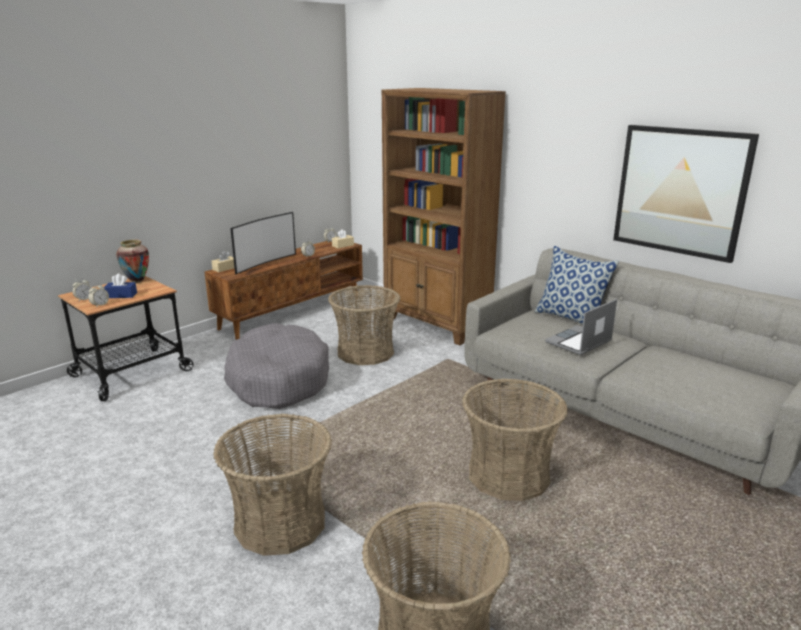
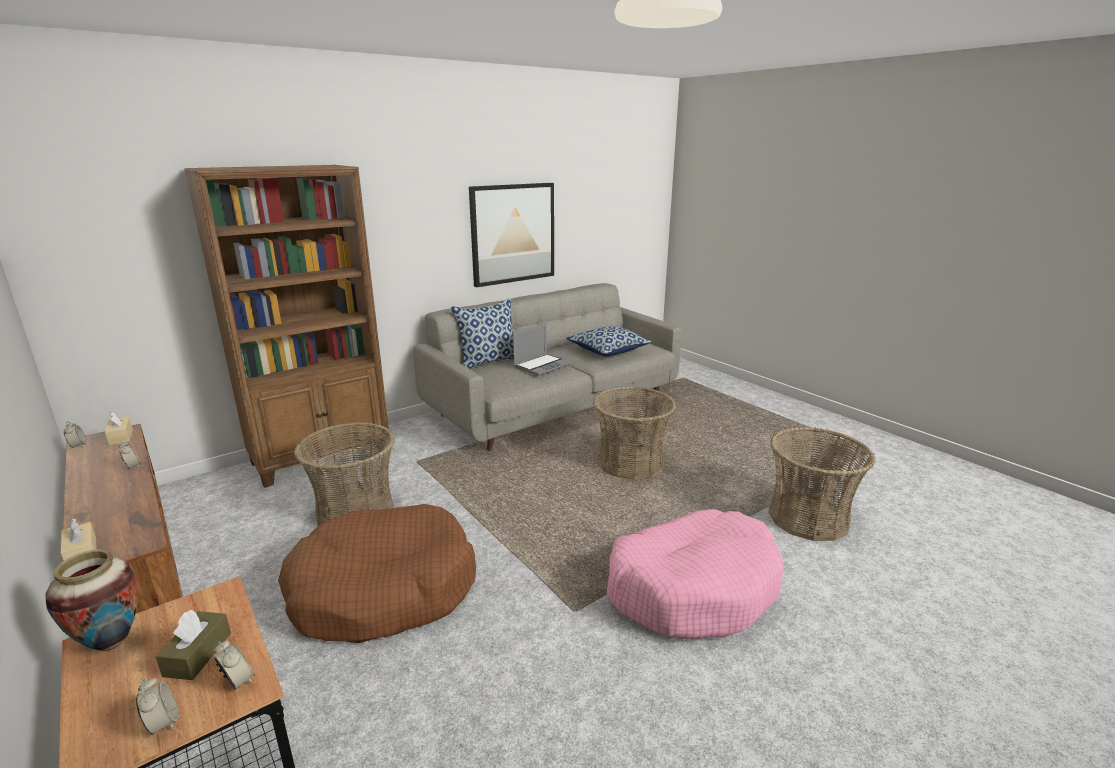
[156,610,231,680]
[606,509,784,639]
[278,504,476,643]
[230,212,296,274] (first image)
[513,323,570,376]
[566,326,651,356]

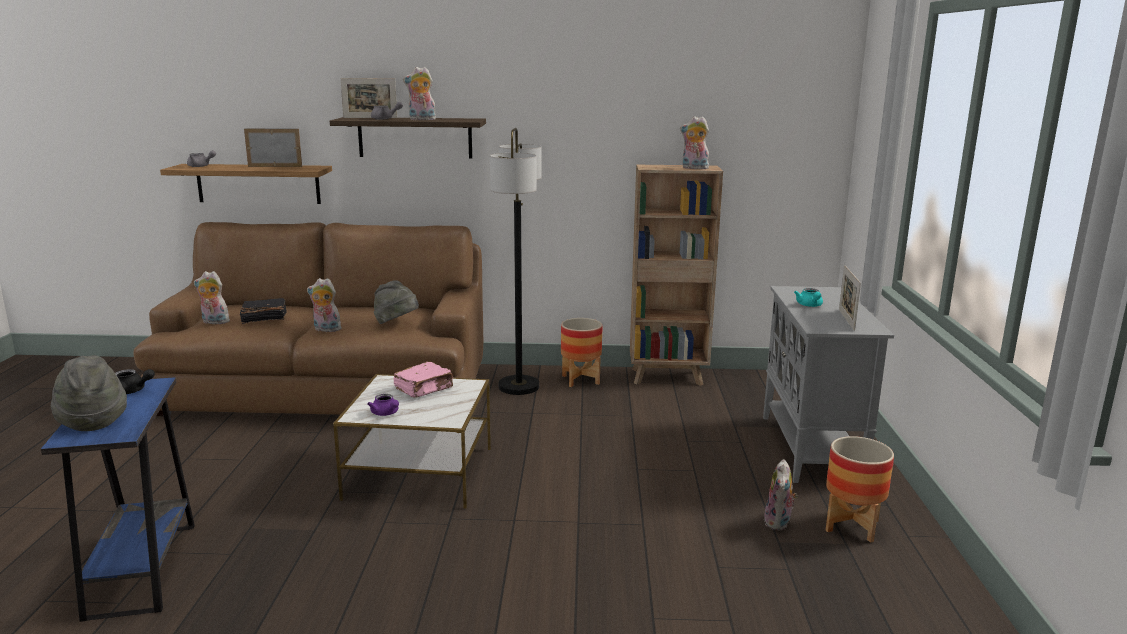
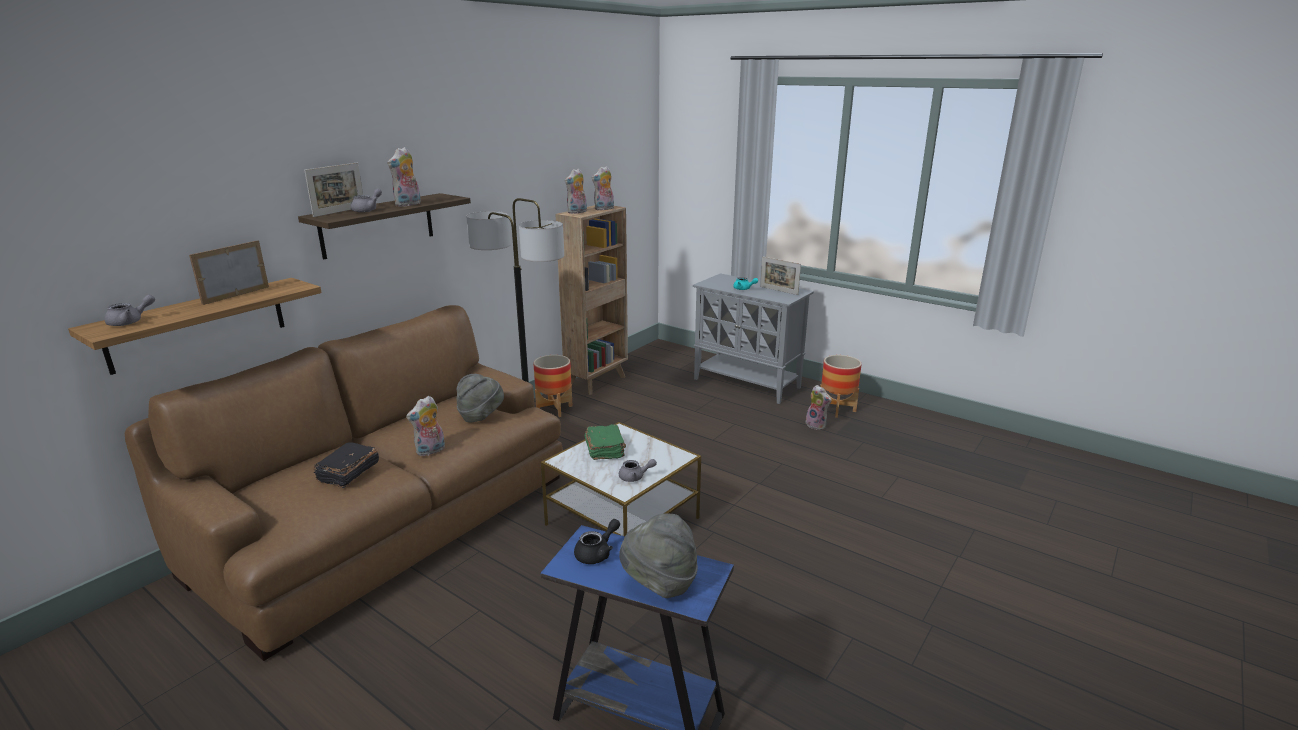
[565,168,587,214]
[619,459,657,482]
[585,424,626,460]

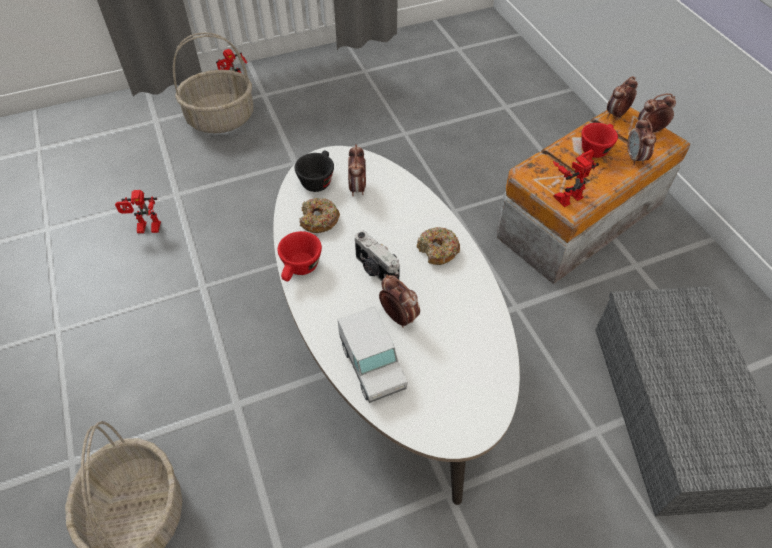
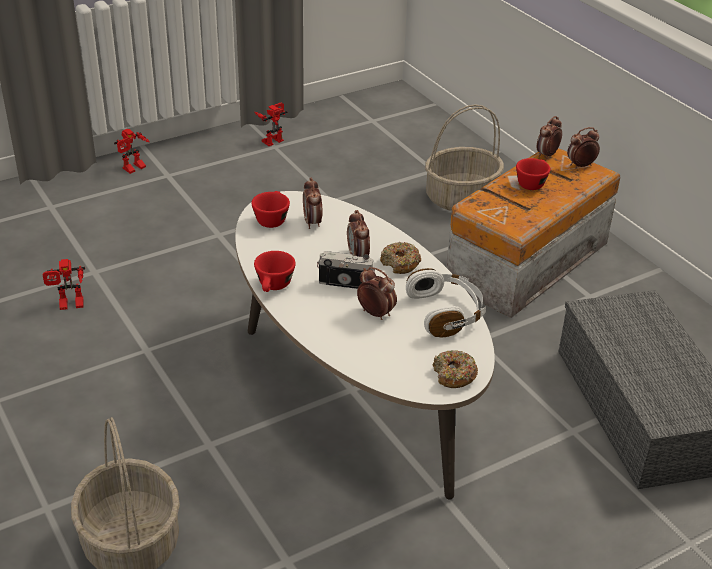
[425,104,504,211]
[251,191,290,228]
[433,350,478,388]
[338,306,407,403] (first image)
[317,251,375,289]
[254,102,288,146]
[347,210,370,257]
[406,268,486,338]

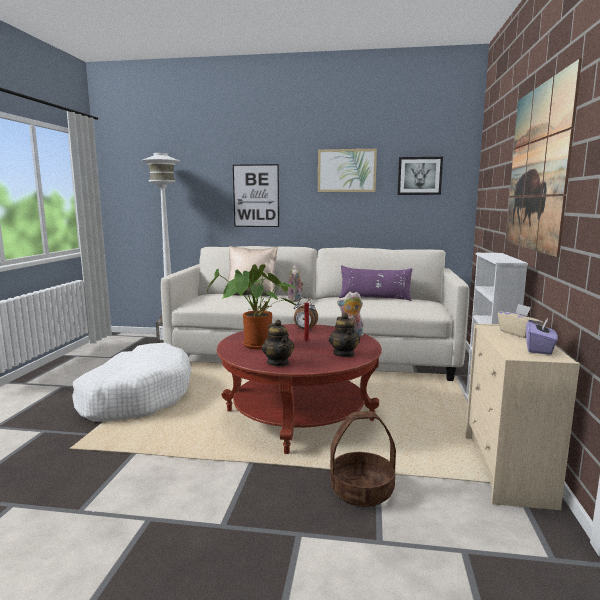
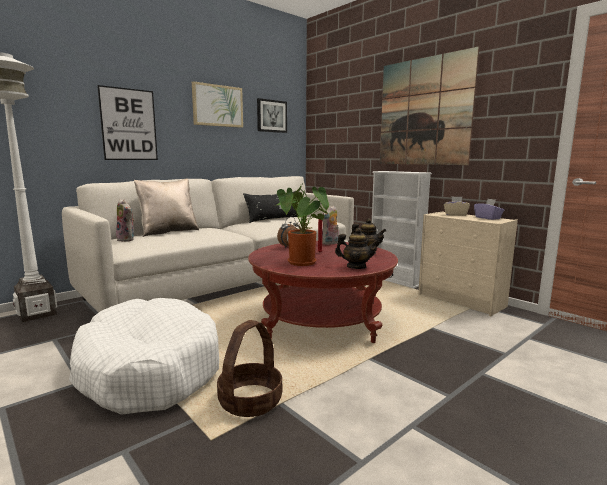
[116,199,134,242]
[217,320,282,417]
[243,191,299,223]

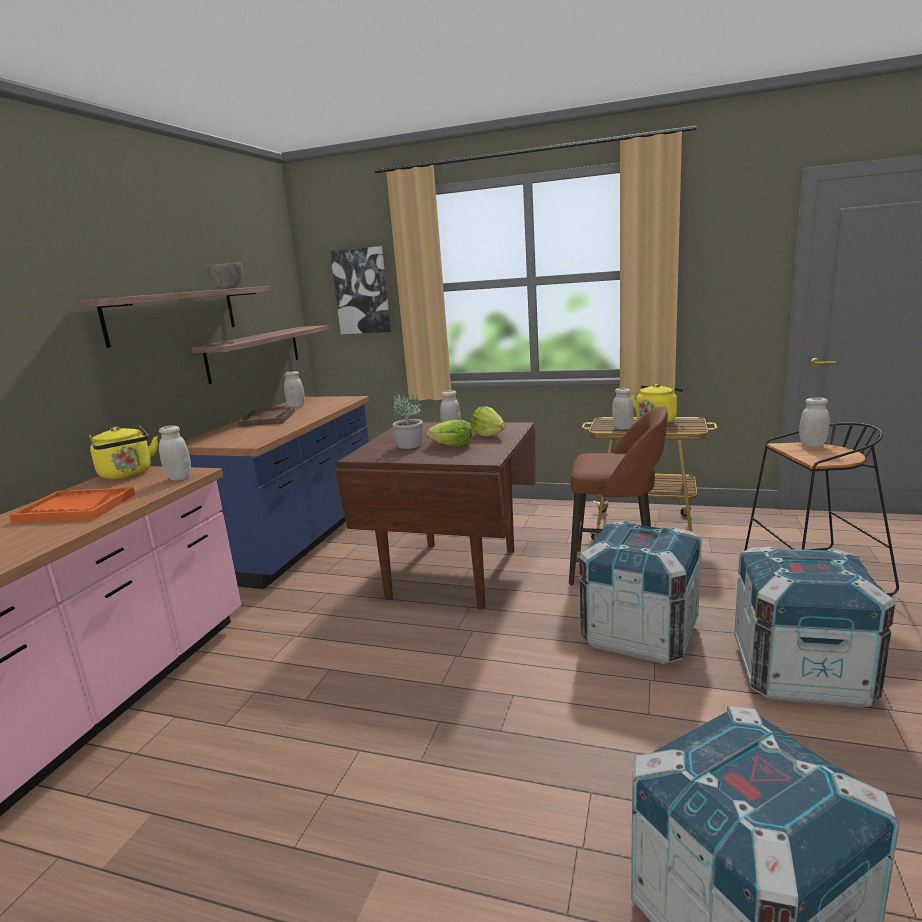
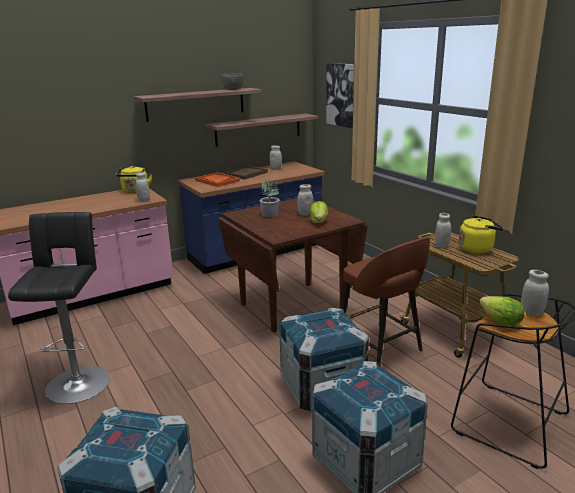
[195,172,240,187]
[479,296,524,326]
[8,212,110,404]

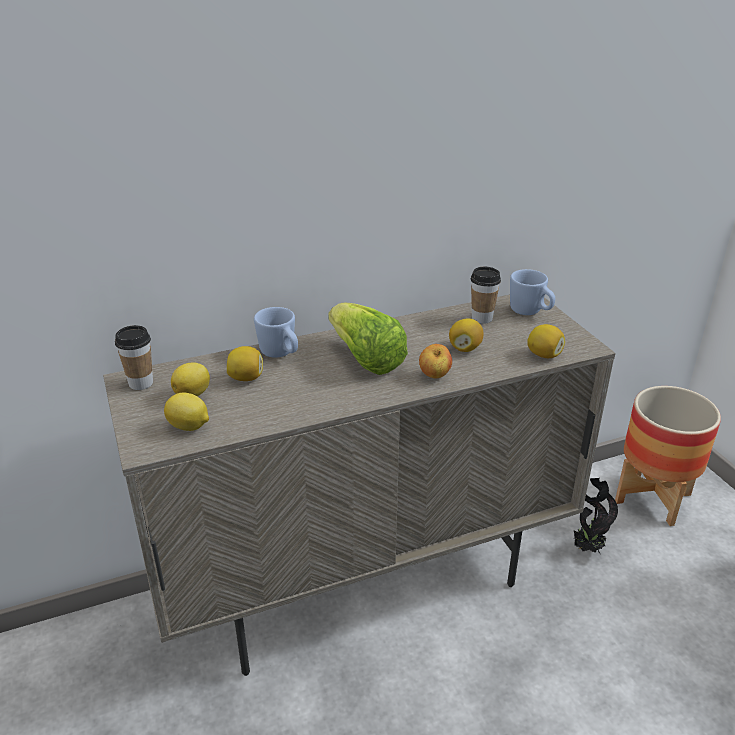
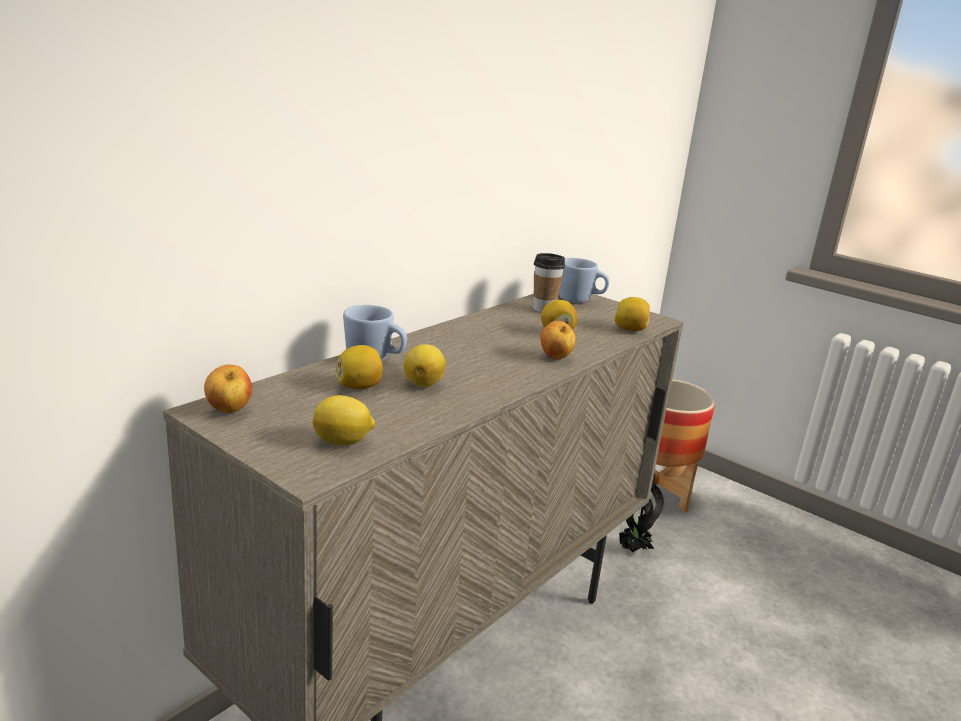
[204,364,252,413]
[403,344,445,387]
[328,302,408,375] (first image)

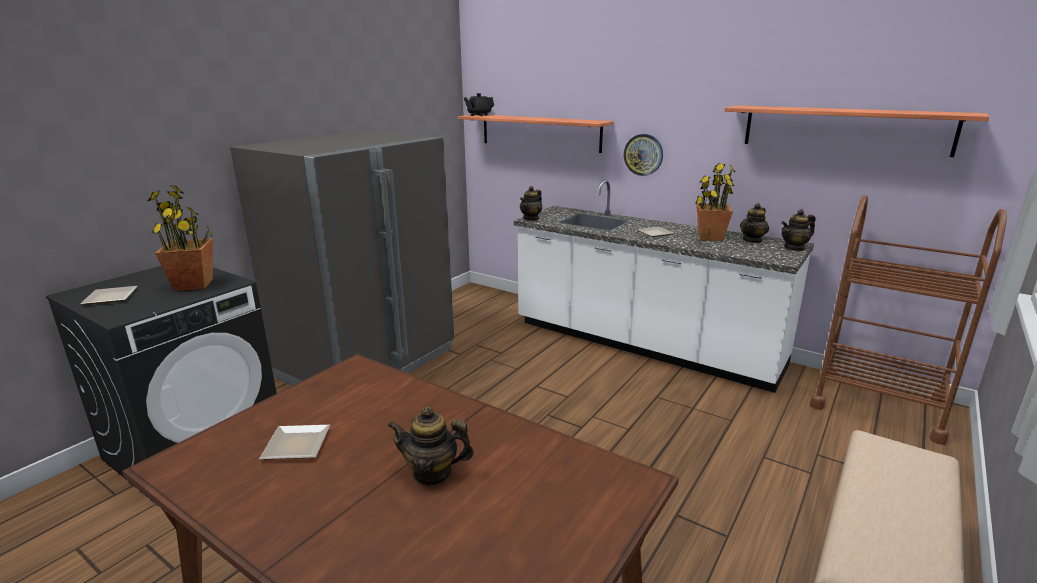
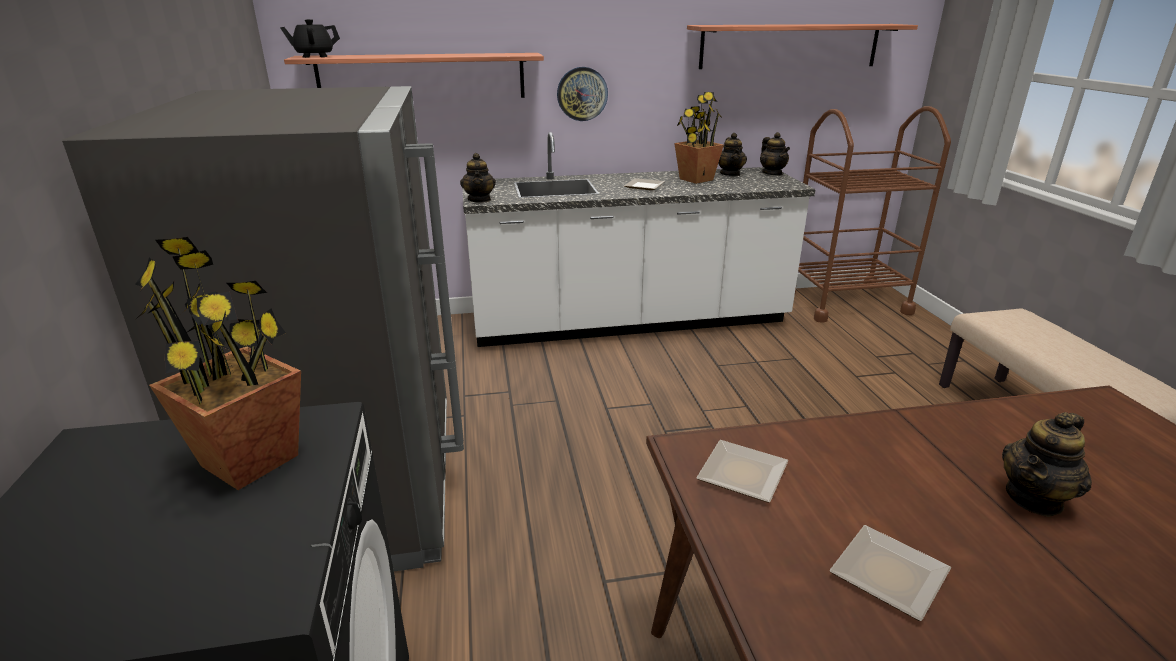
[696,440,789,503]
[760,132,790,175]

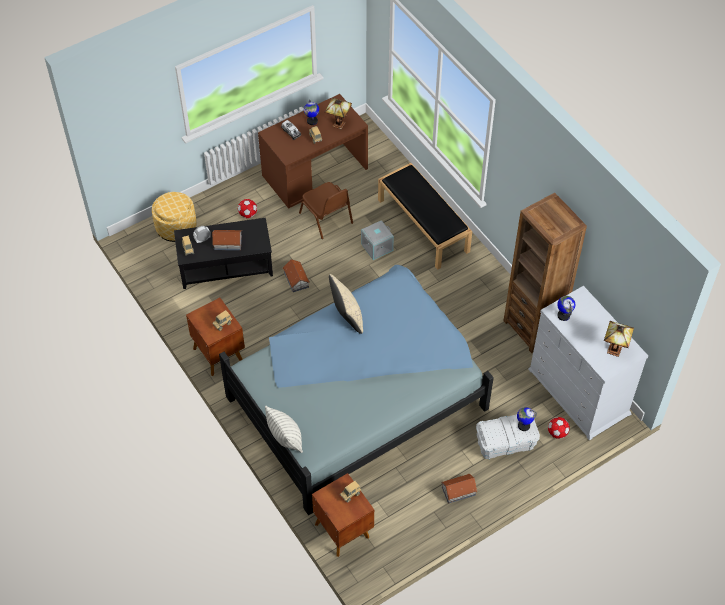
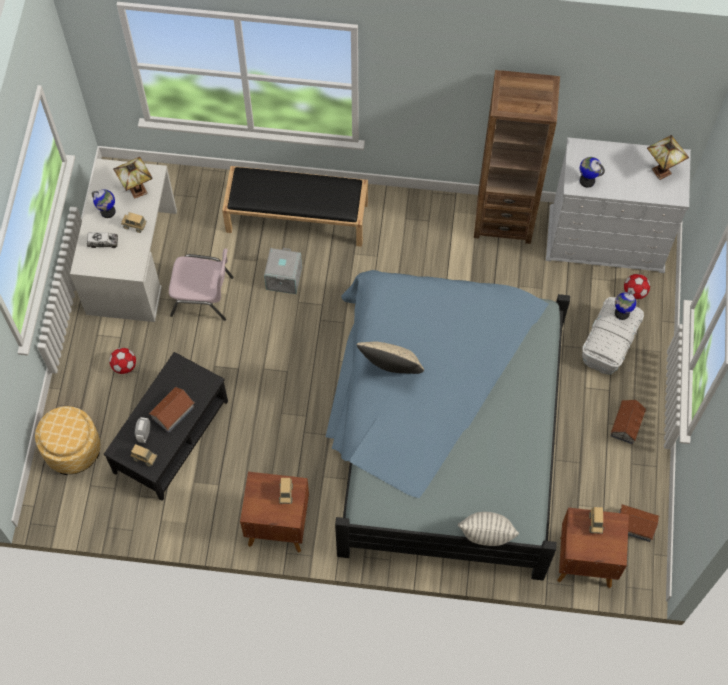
[70,159,177,322]
[619,504,659,542]
[169,248,234,321]

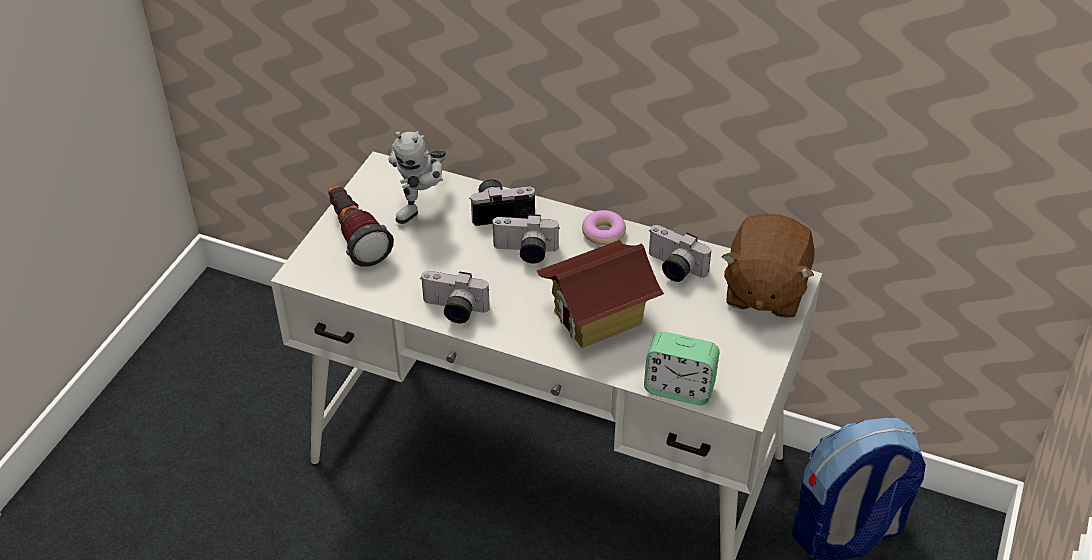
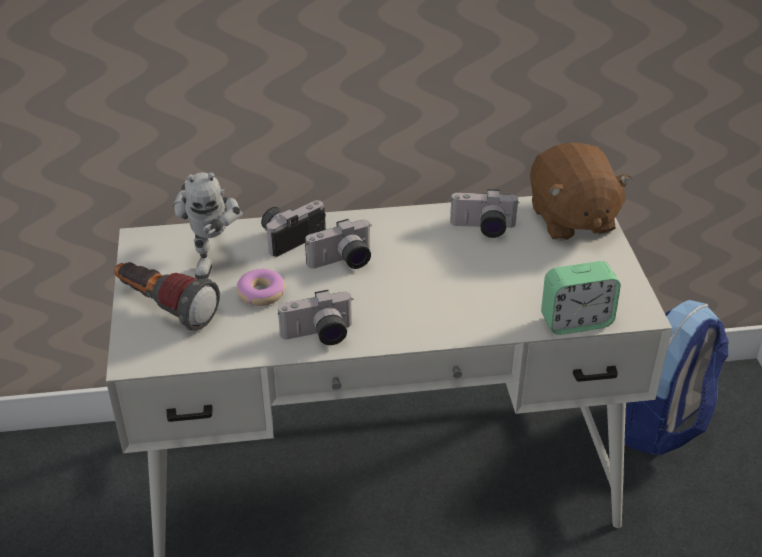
[537,240,664,348] (first image)
[237,269,285,306]

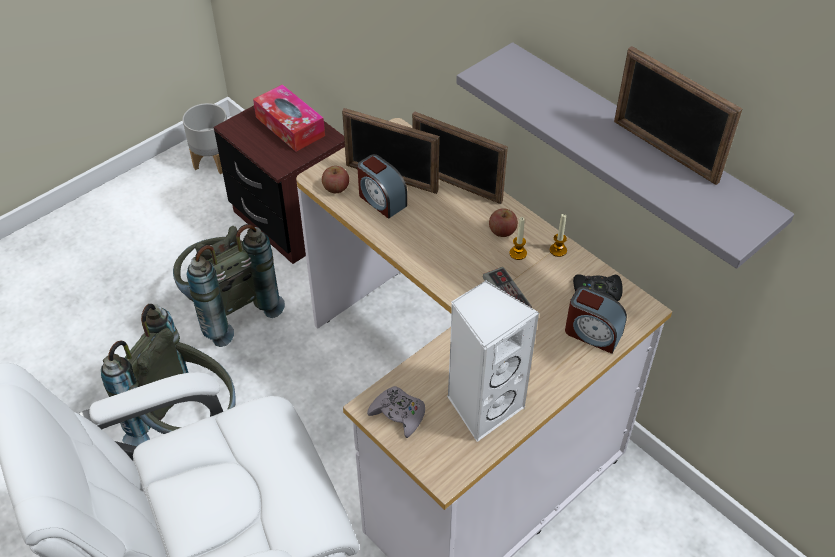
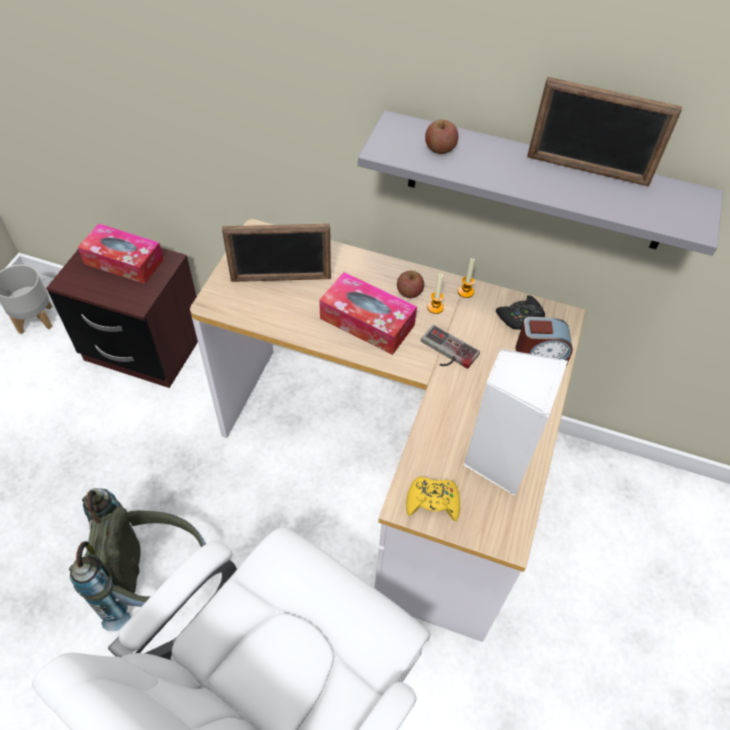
[173,224,285,347] (first image)
[425,120,458,154]
[357,154,407,219] (first image)
[406,477,460,521]
[412,111,508,204] (first image)
[319,272,417,355]

